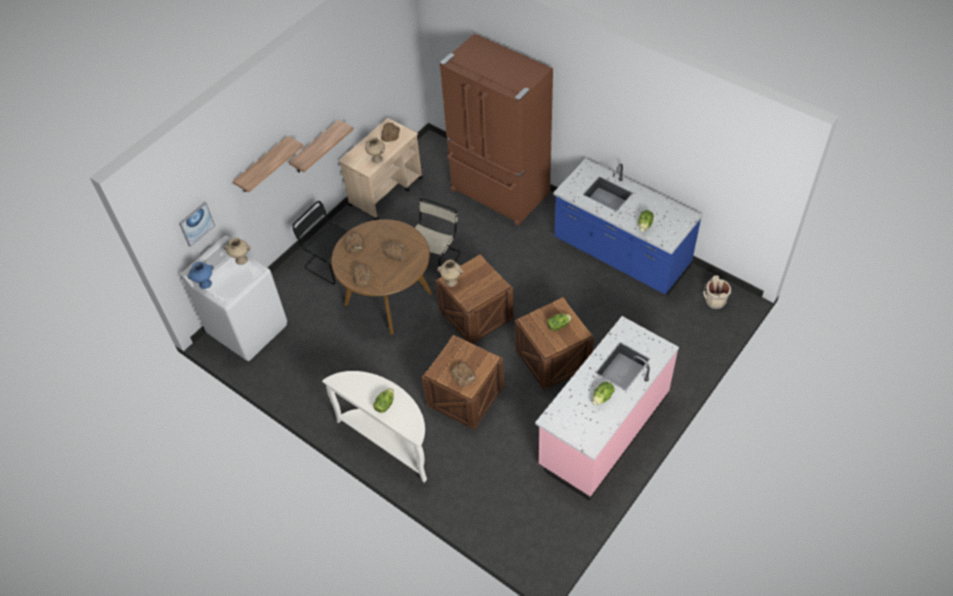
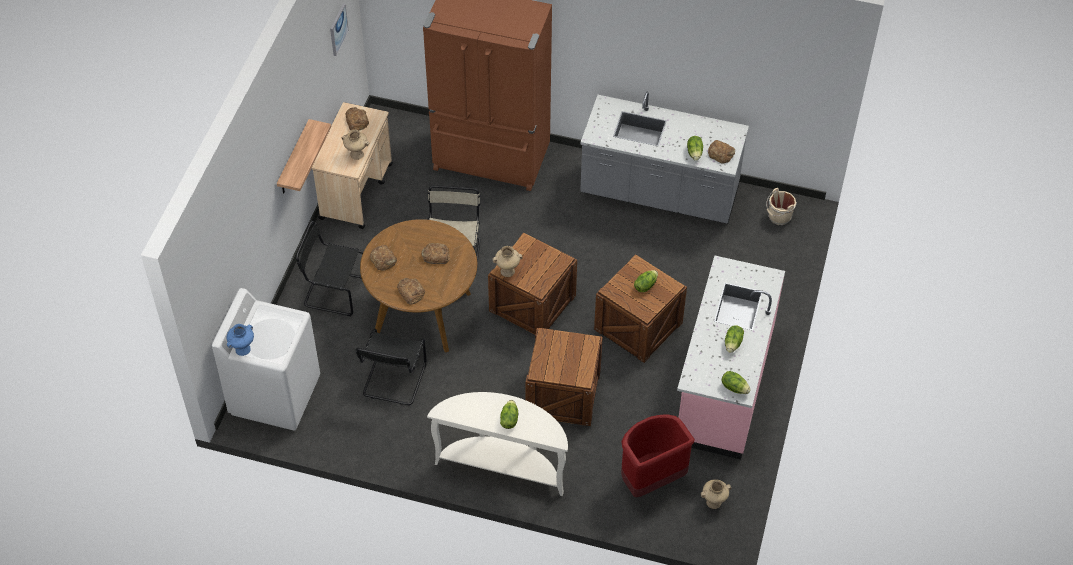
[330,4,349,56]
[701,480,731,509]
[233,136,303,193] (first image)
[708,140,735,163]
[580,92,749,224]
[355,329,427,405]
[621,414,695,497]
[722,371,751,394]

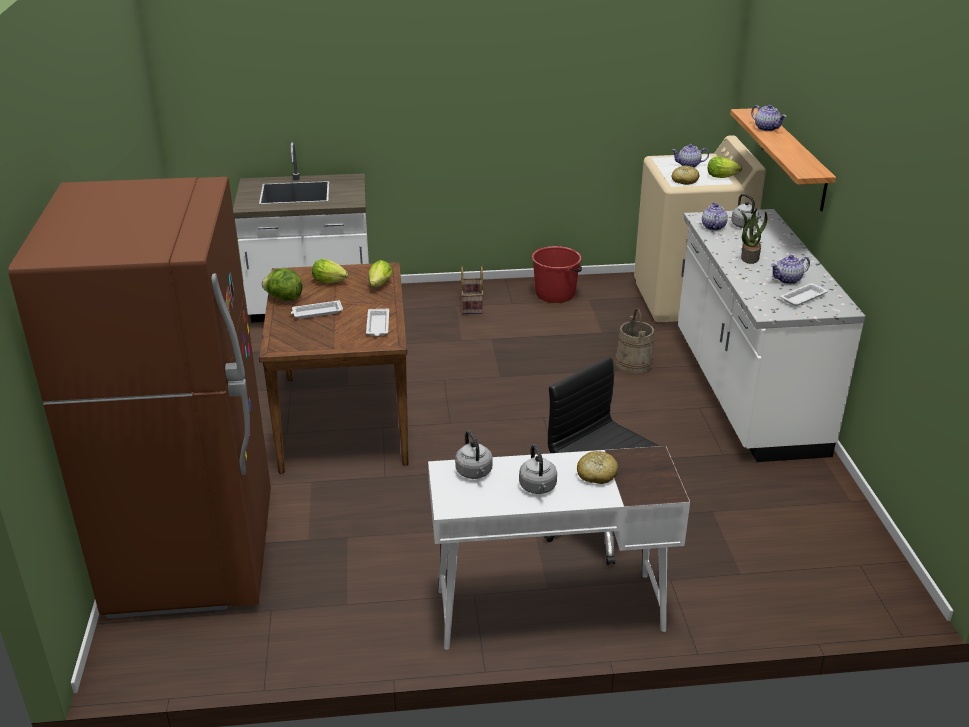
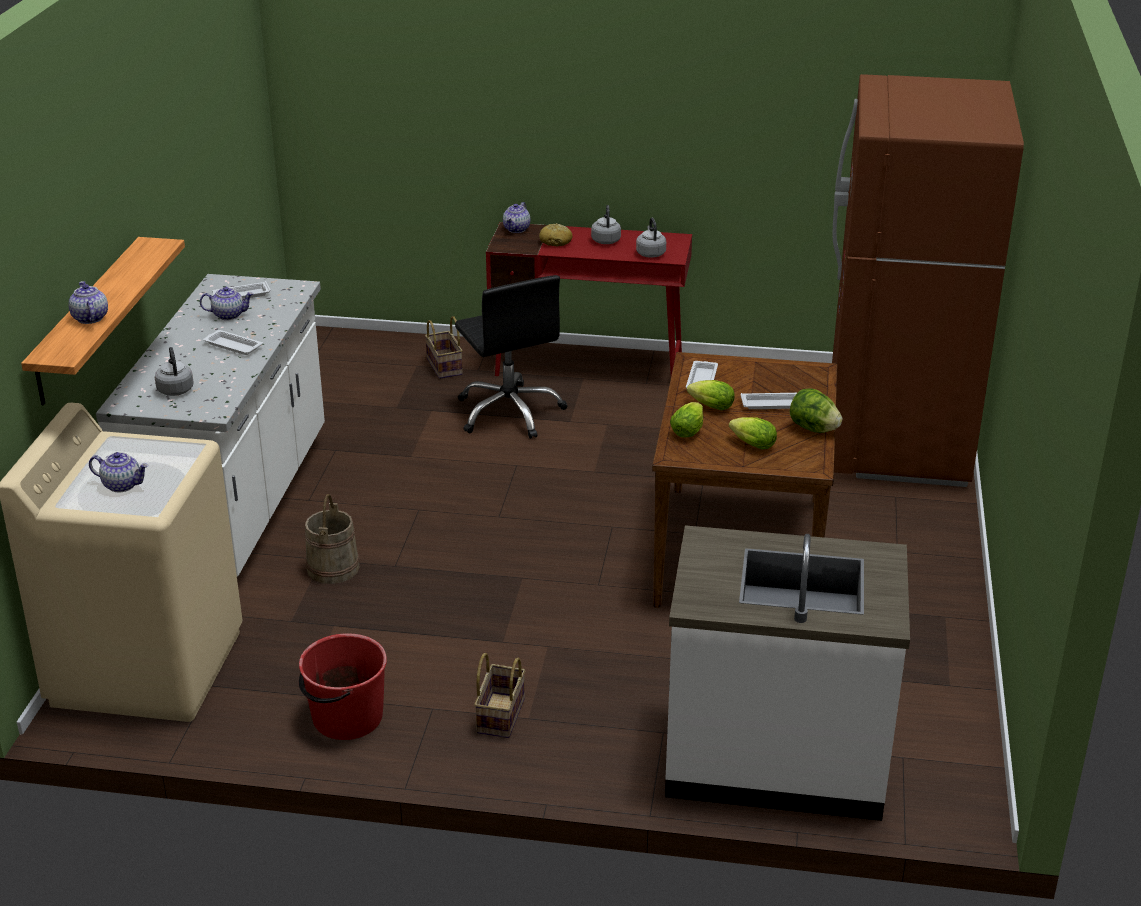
[486,222,692,376]
[672,166,699,185] (first image)
[503,202,530,233]
[687,380,735,410]
[203,330,263,355]
[425,316,463,379]

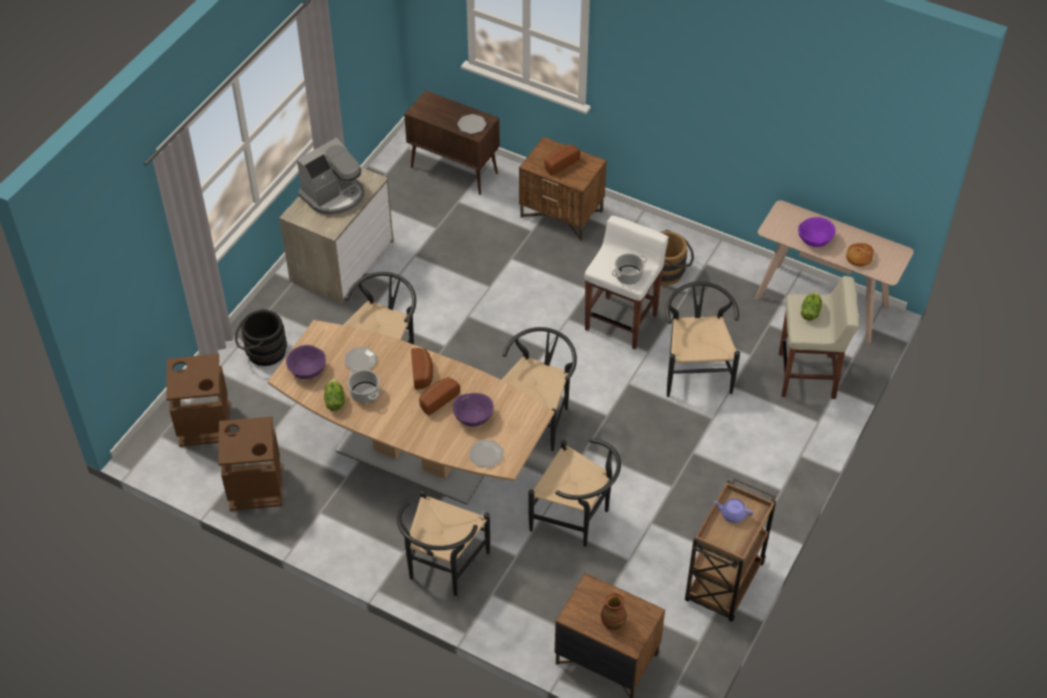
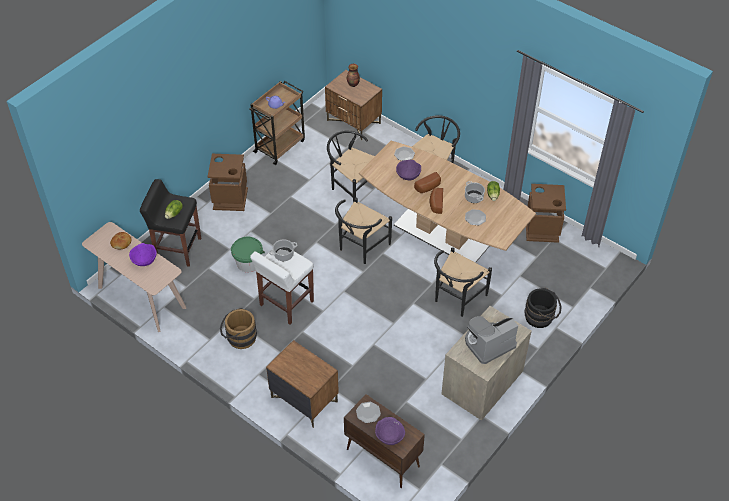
[207,154,248,211]
[375,417,405,445]
[544,144,580,175] (first image)
[231,237,265,272]
[140,179,201,267]

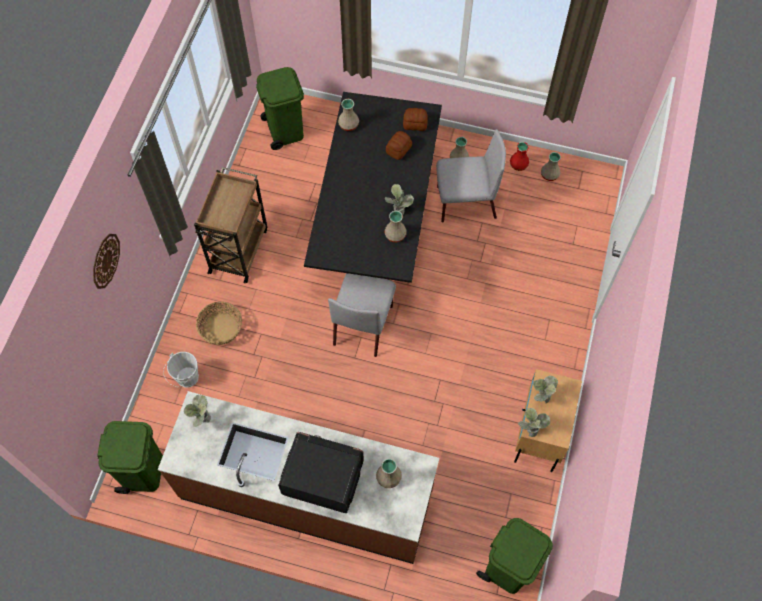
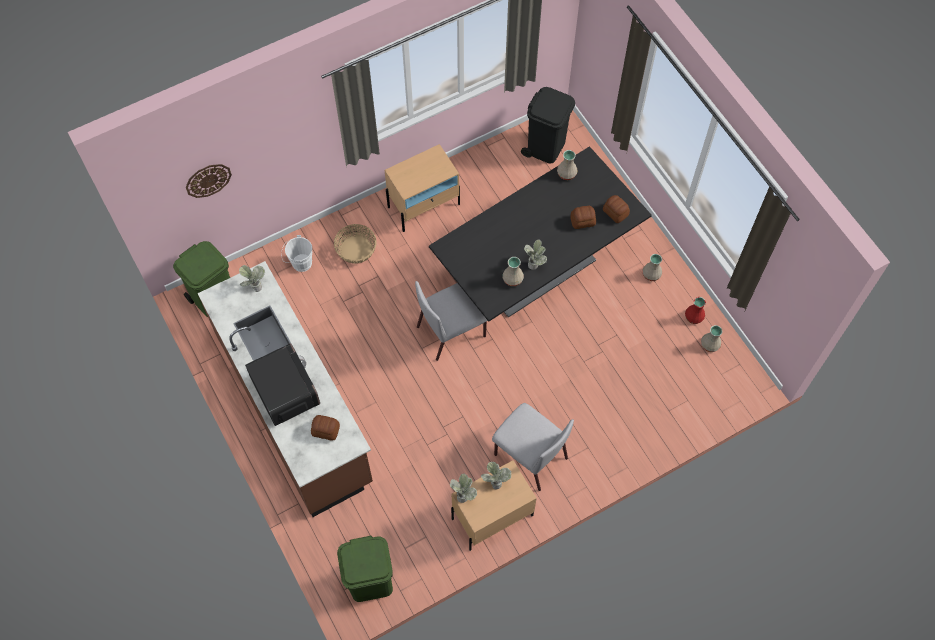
[186,164,232,198]
[385,144,460,232]
[521,87,575,163]
[311,415,340,441]
[492,403,574,491]

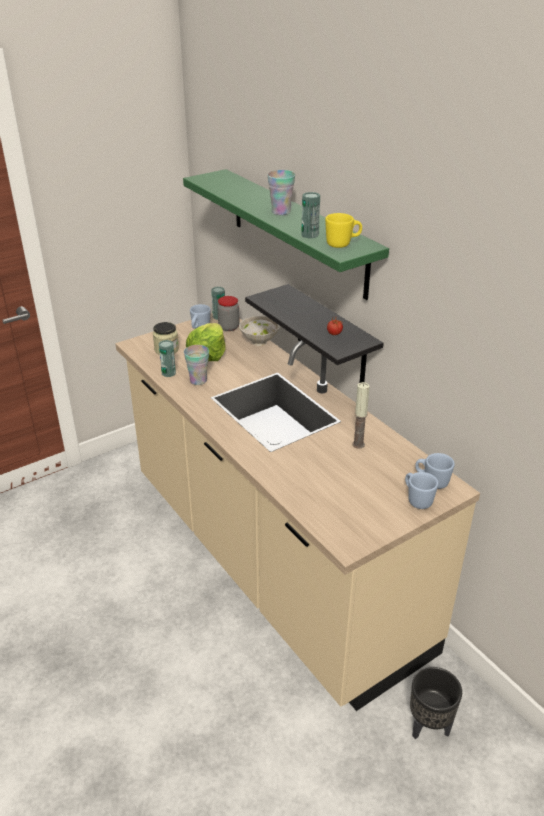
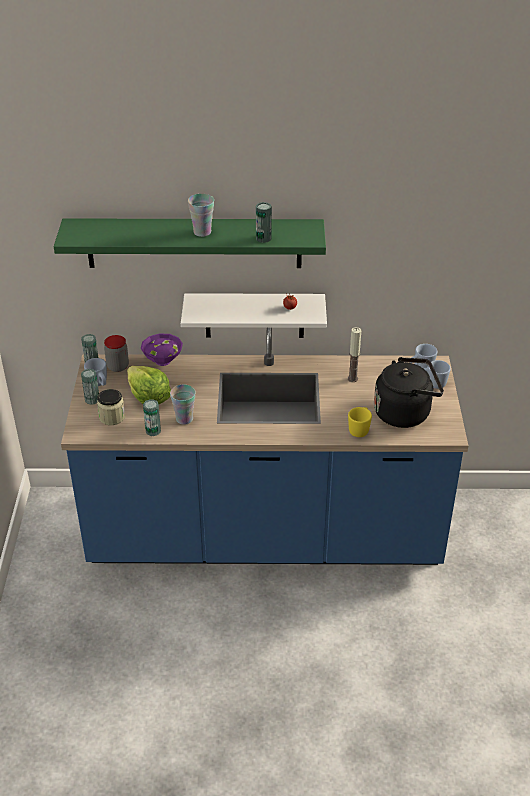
[61,328,468,565]
[141,333,183,366]
[181,293,327,338]
[348,407,372,437]
[410,667,462,739] (first image)
[81,369,99,405]
[374,357,444,428]

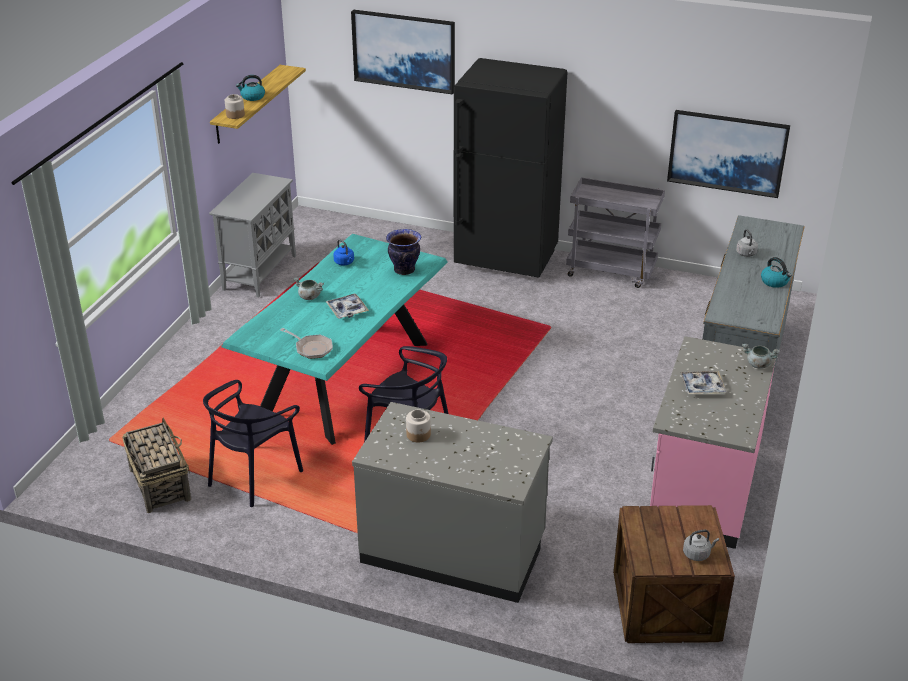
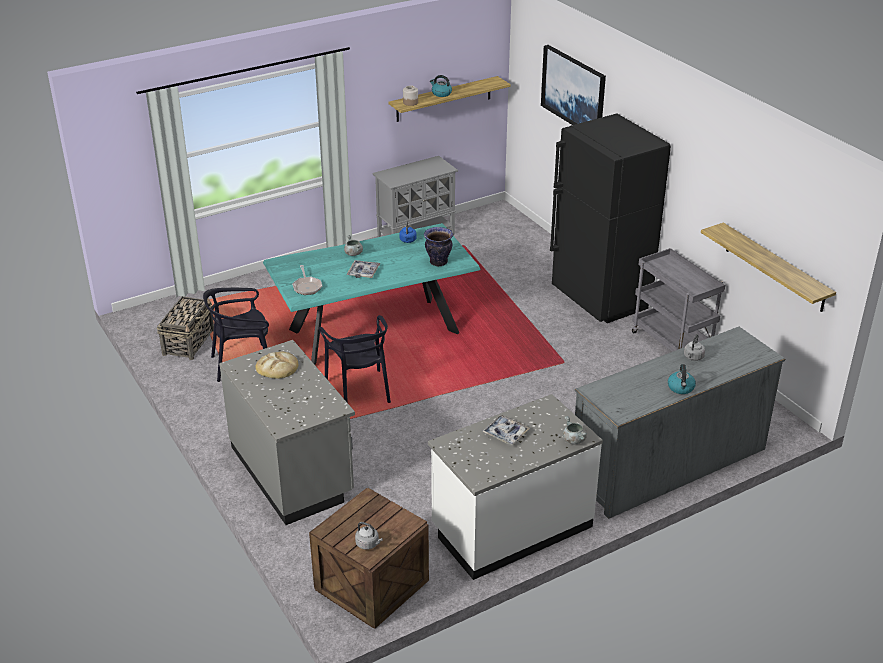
[255,352,298,379]
[428,394,603,580]
[701,223,836,312]

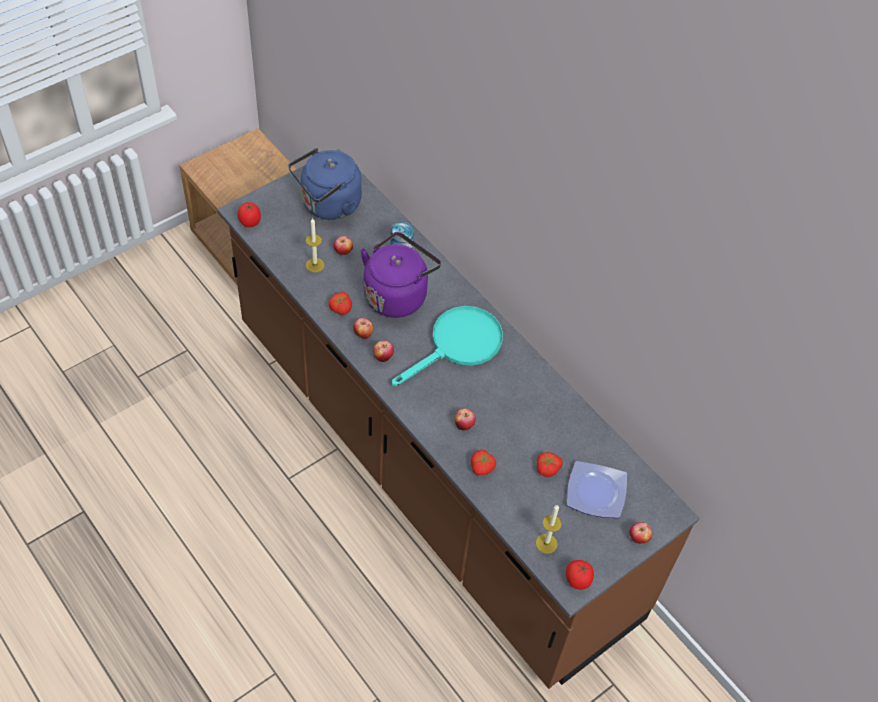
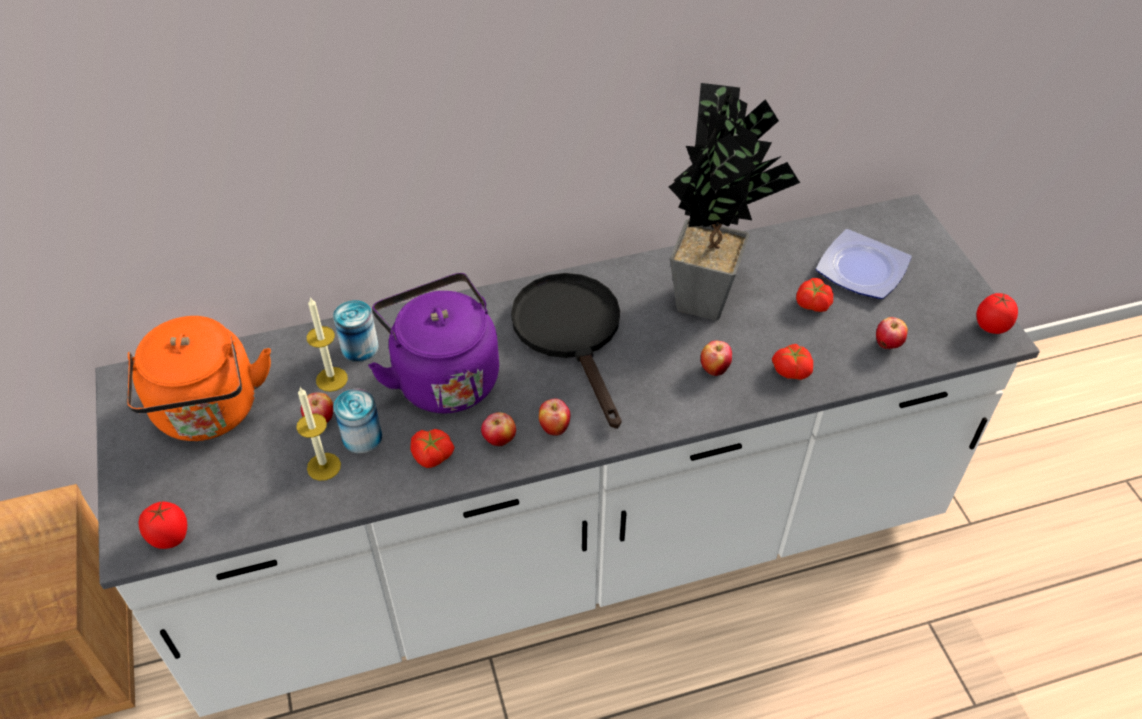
[96,194,1040,717]
[126,316,271,441]
[511,273,622,429]
[307,297,348,392]
[876,317,908,349]
[333,389,382,454]
[669,83,800,321]

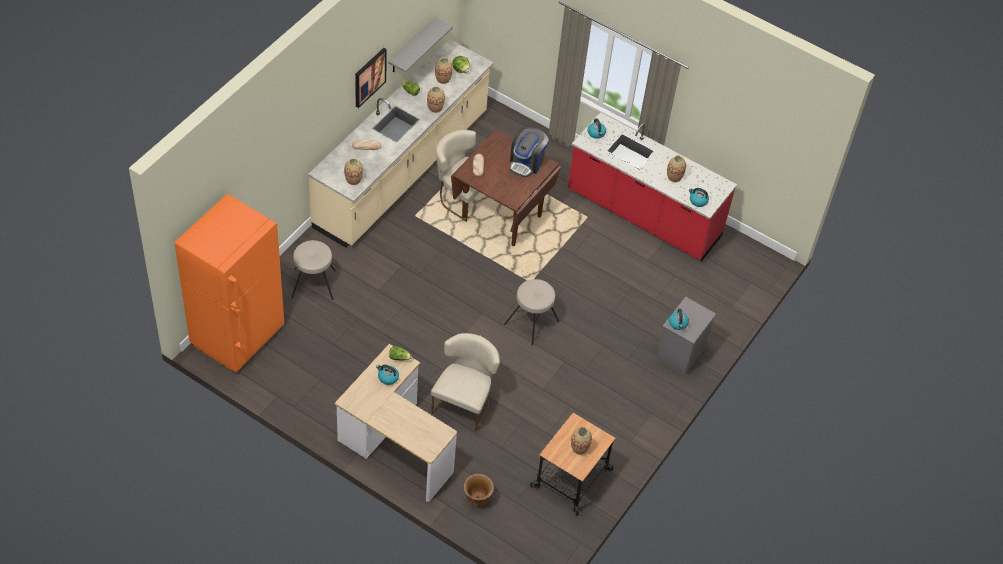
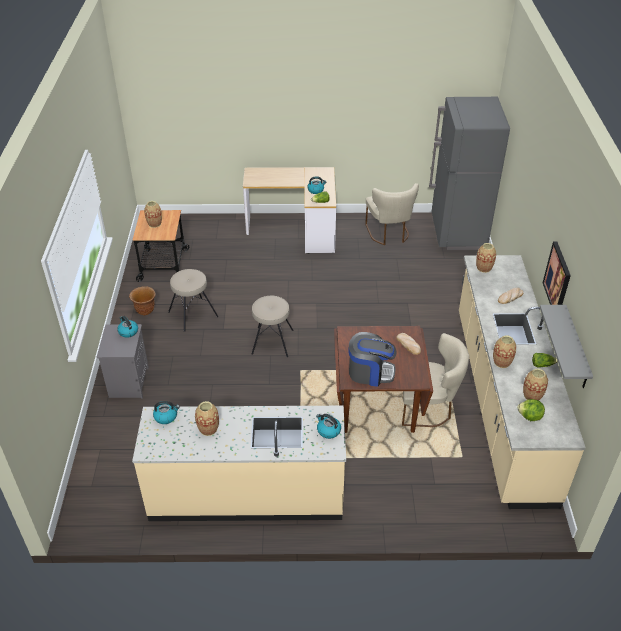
[429,97,510,250]
[168,269,219,332]
[365,183,419,245]
[129,286,155,315]
[349,332,396,387]
[132,406,346,521]

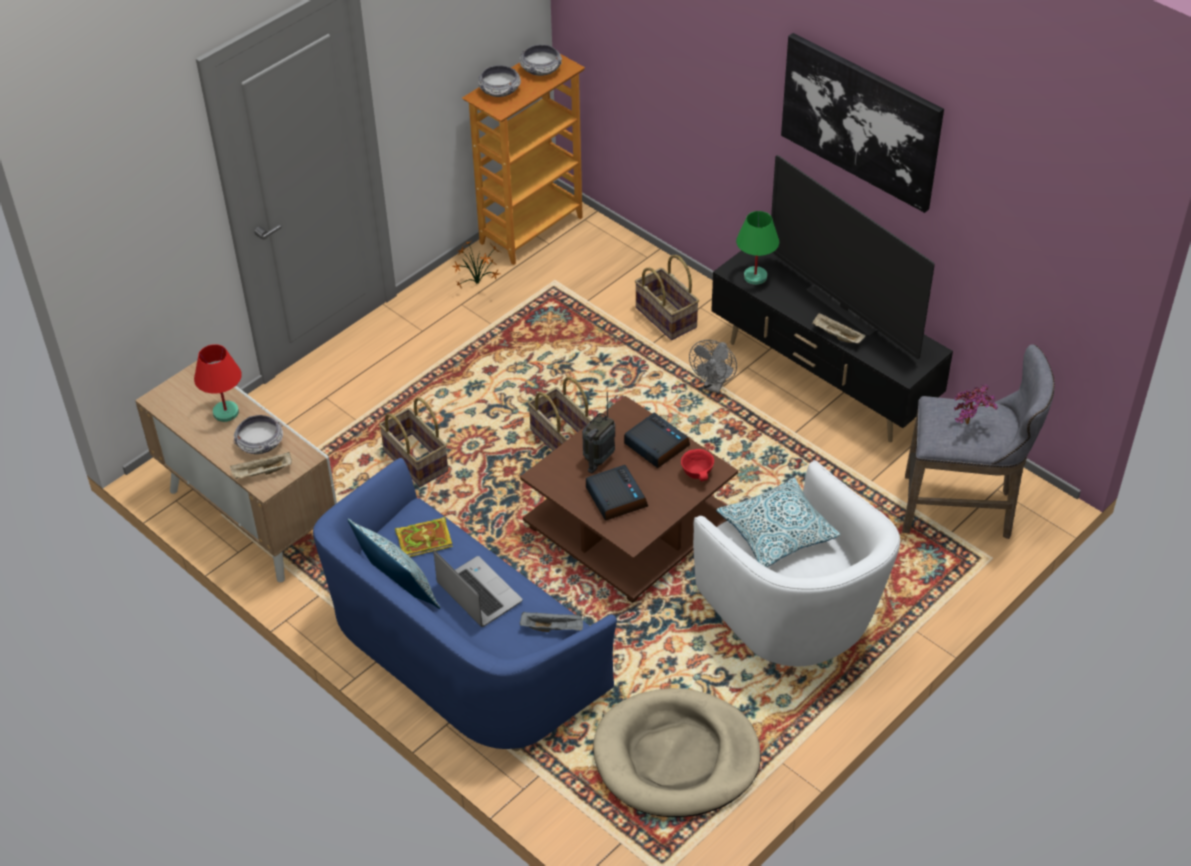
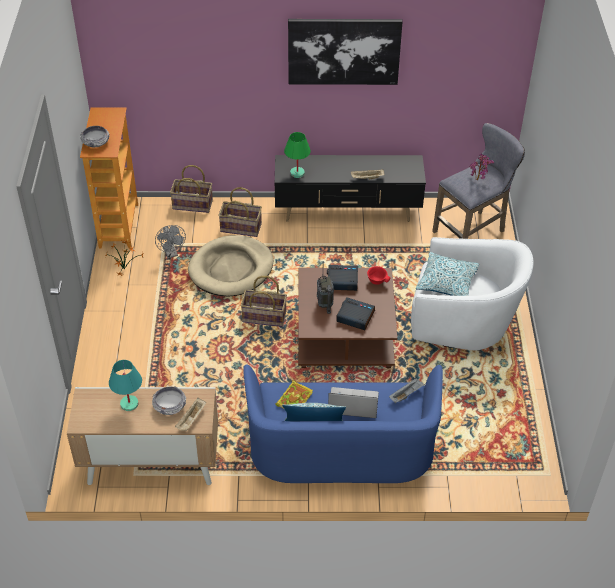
[109,360,142,411]
[170,165,213,213]
[519,44,562,76] (first image)
[188,235,273,296]
[155,225,186,258]
[771,155,935,359] (first image)

